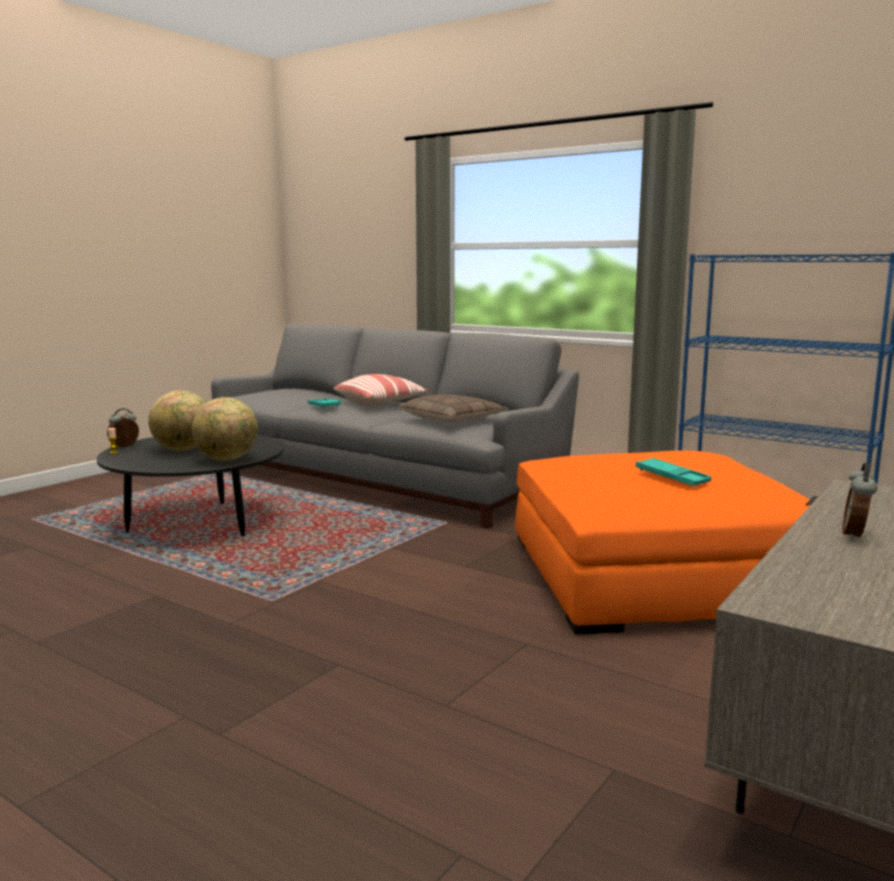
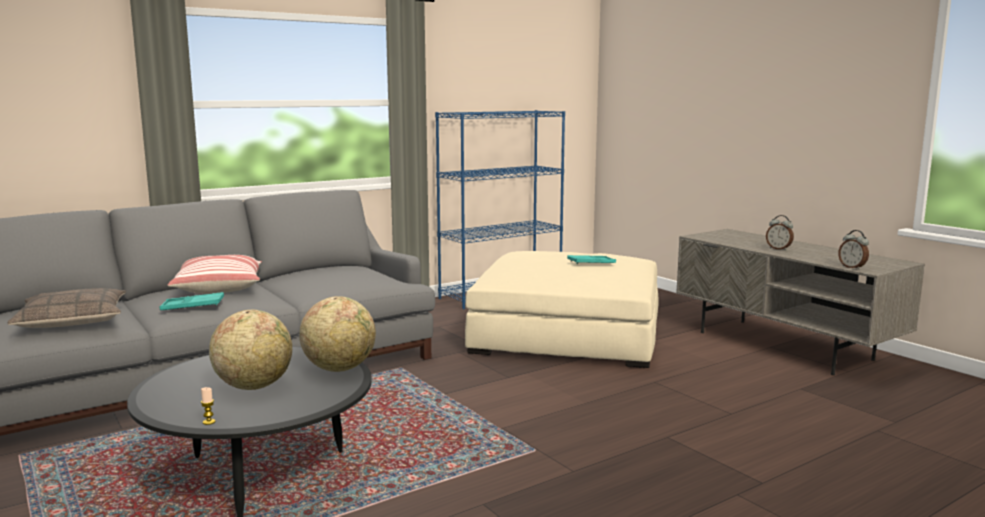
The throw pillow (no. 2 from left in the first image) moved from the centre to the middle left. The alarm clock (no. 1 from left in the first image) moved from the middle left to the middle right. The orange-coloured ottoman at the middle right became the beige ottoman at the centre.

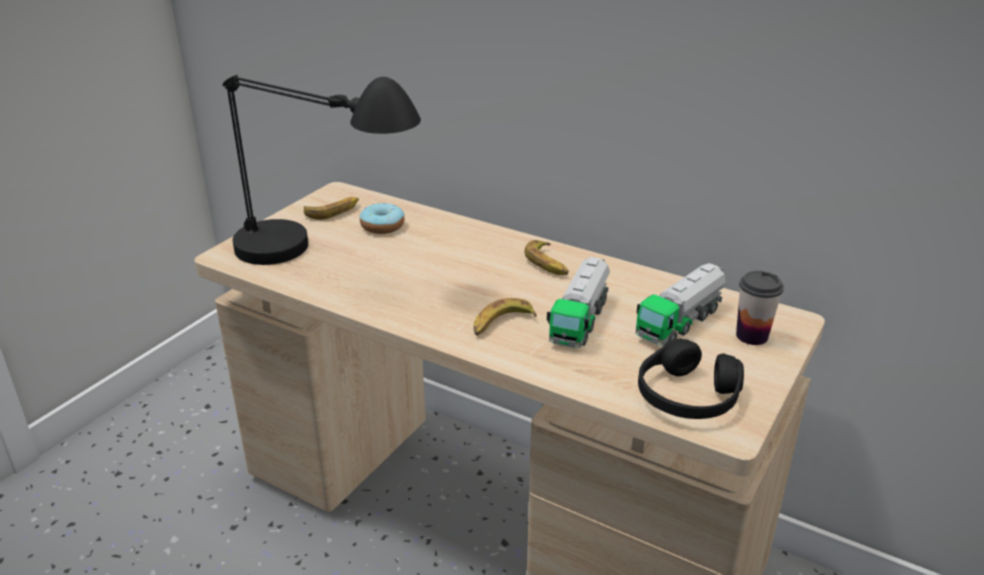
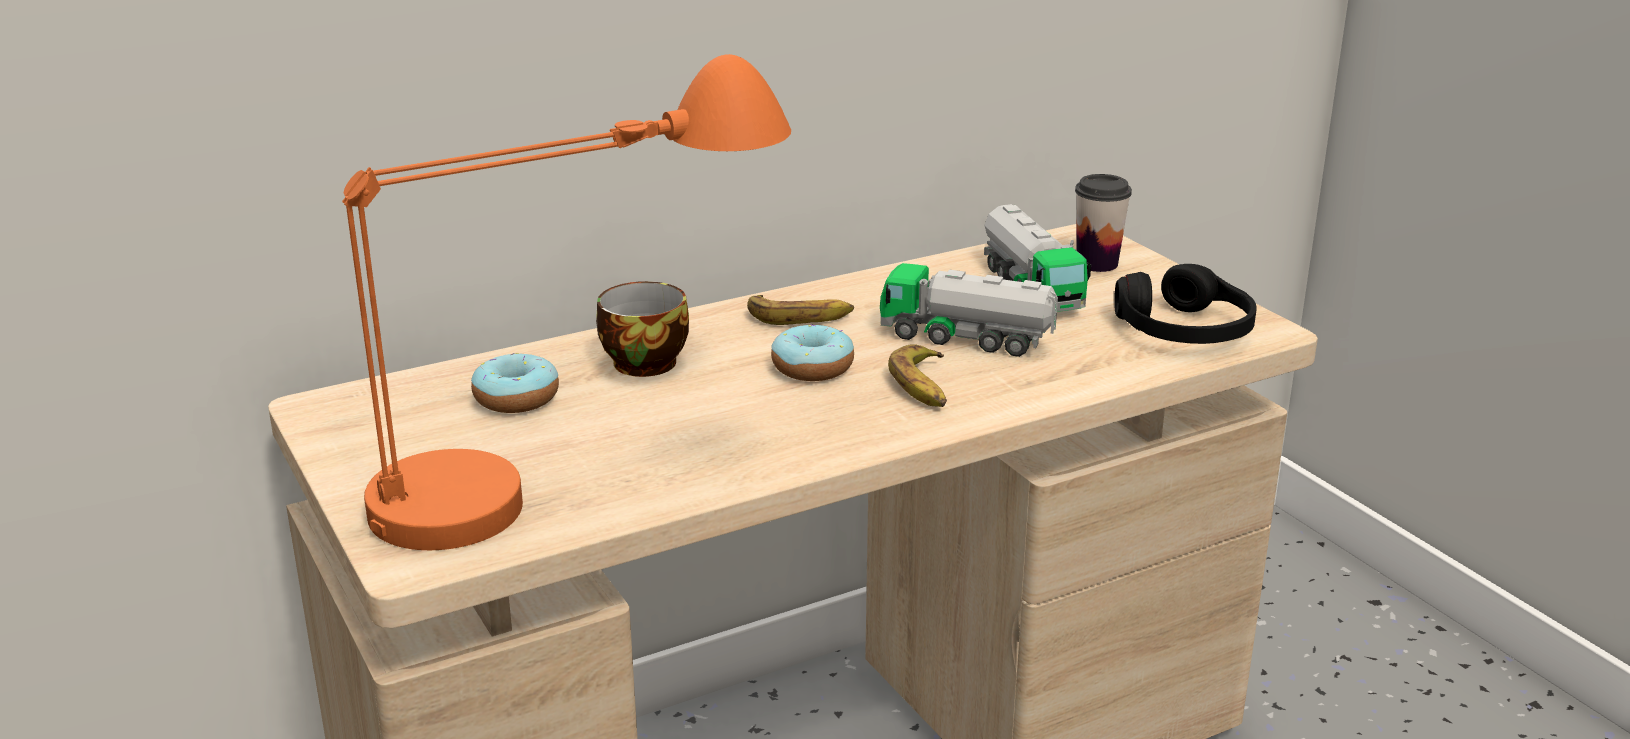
The black tabletop lamp at the top left became the orange-coloured tabletop lamp at the centre. The whole banana (no. 1 from left) at the centre disappeared. The model truck (no. 1 from left) at the centre turned 150 degrees clockwise. The cup (no. 1 from left) at the centre appeared. The ring doughnut (no. 2 from left) at the centre appeared.

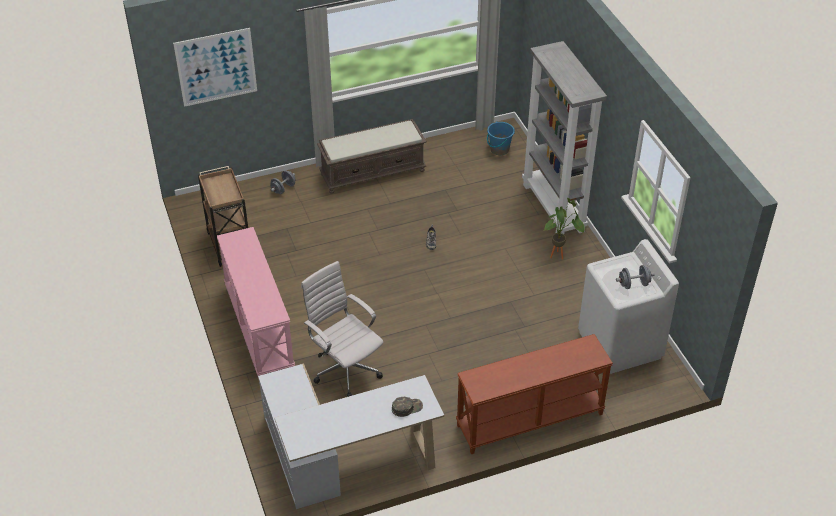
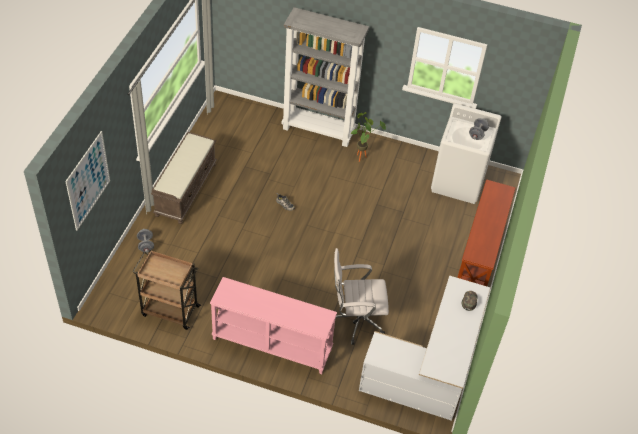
The bluish water bucket at the top centre disappeared.

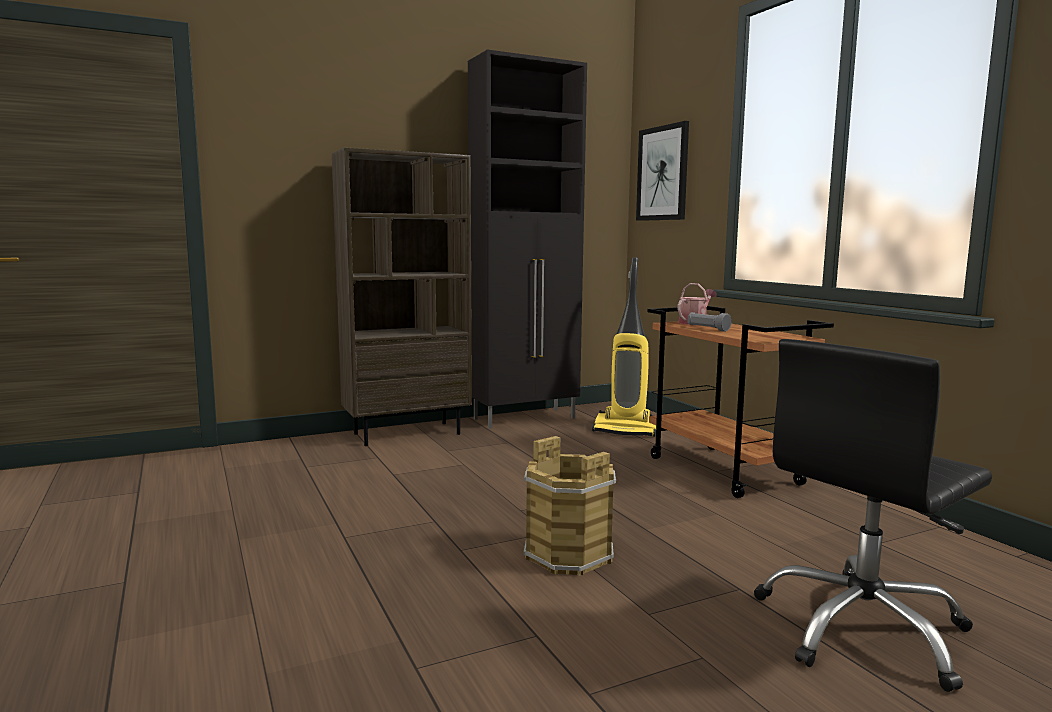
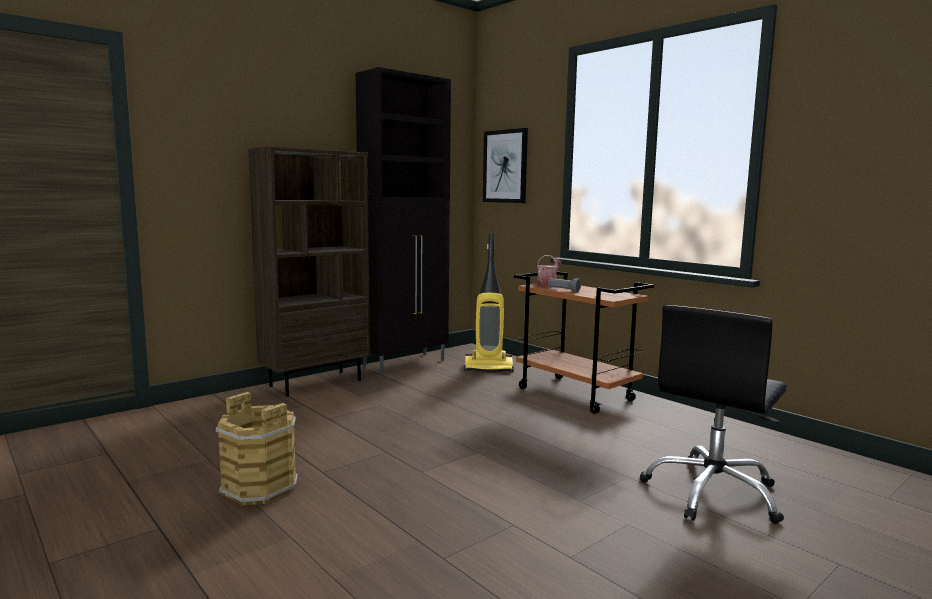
The brown water bucket moved from the bottom centre to the bottom left.

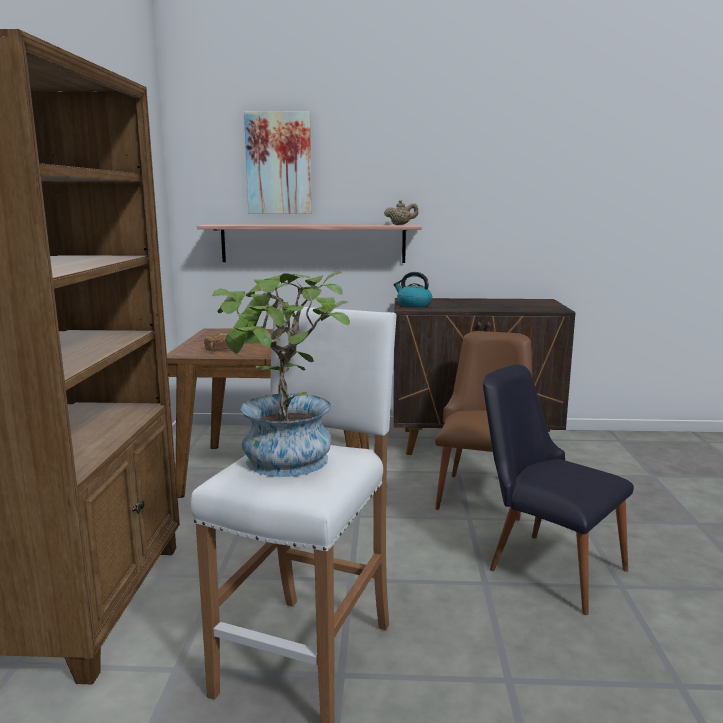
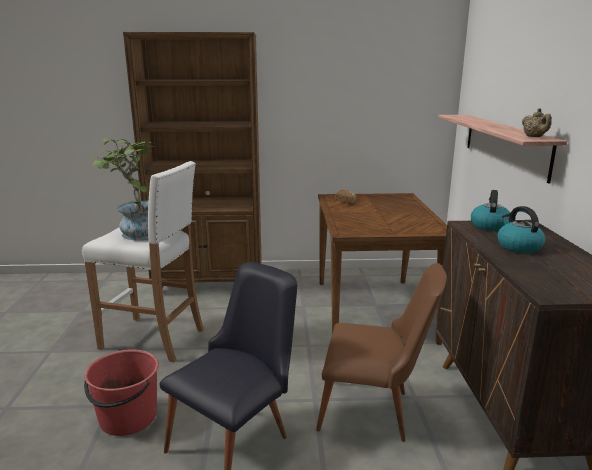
The picture at the top centre disappeared. The kettle (no. 2 from left) at the middle right appeared. The red water bucket at the bottom left appeared.

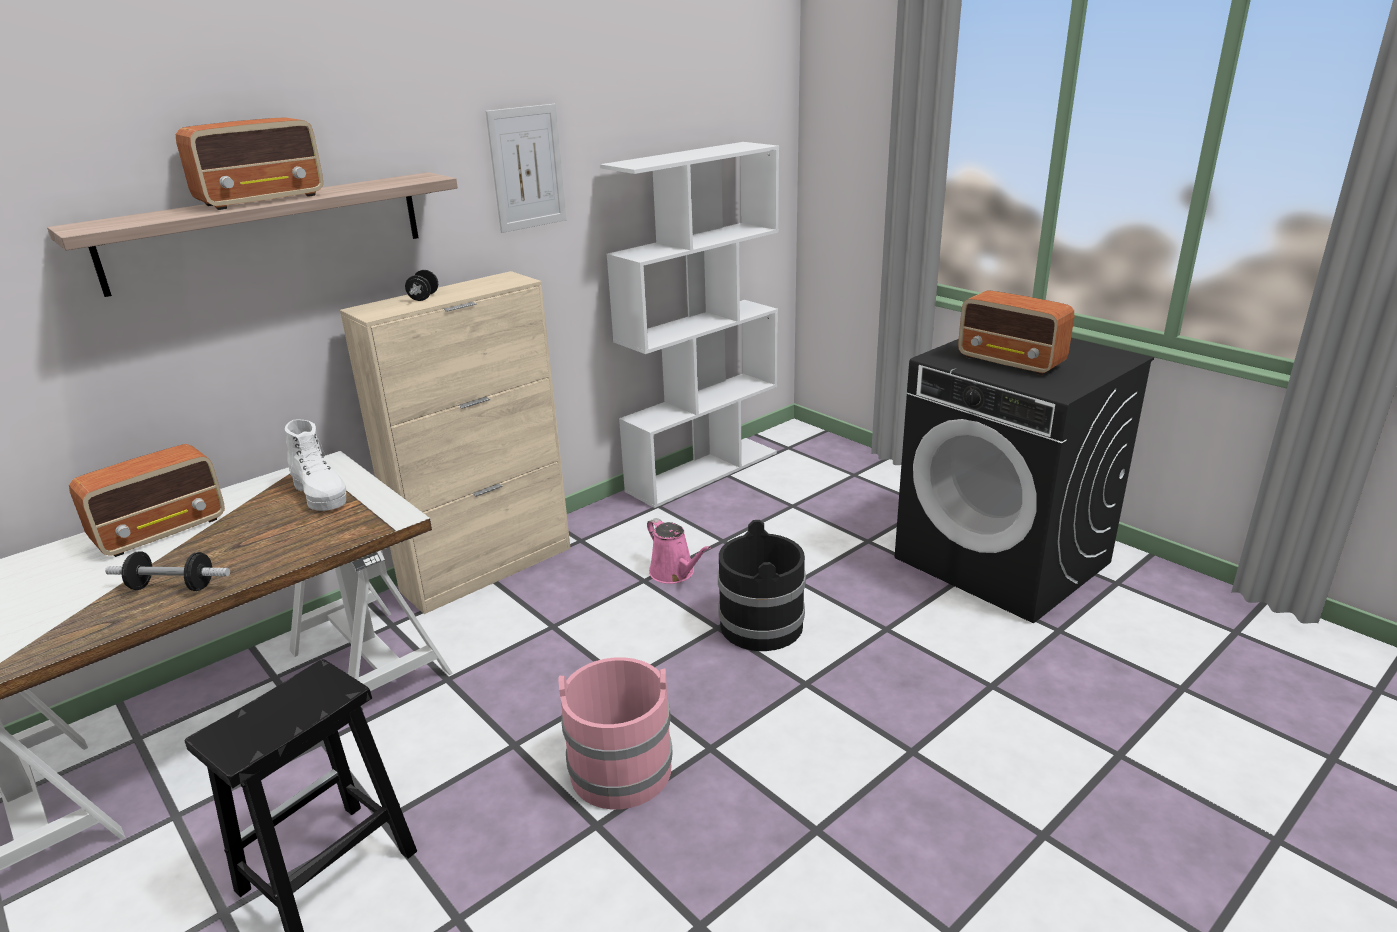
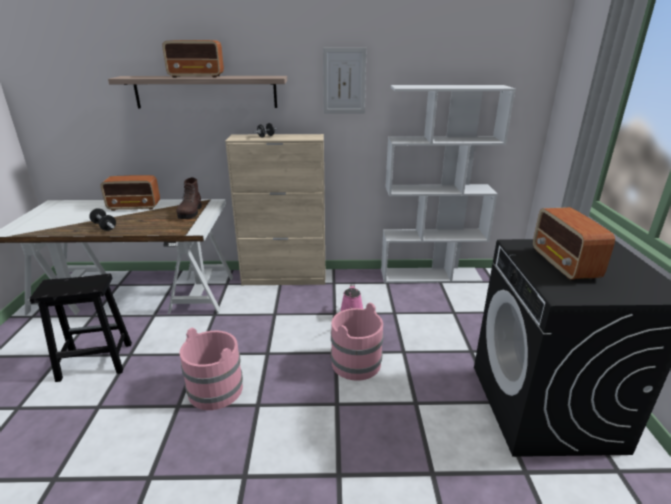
The white high-top boot at the middle left became the brown high-top boot at the middle left. The black water bucket at the centre became the pink-coloured water bucket (no. 2 from left) at the bottom centre.

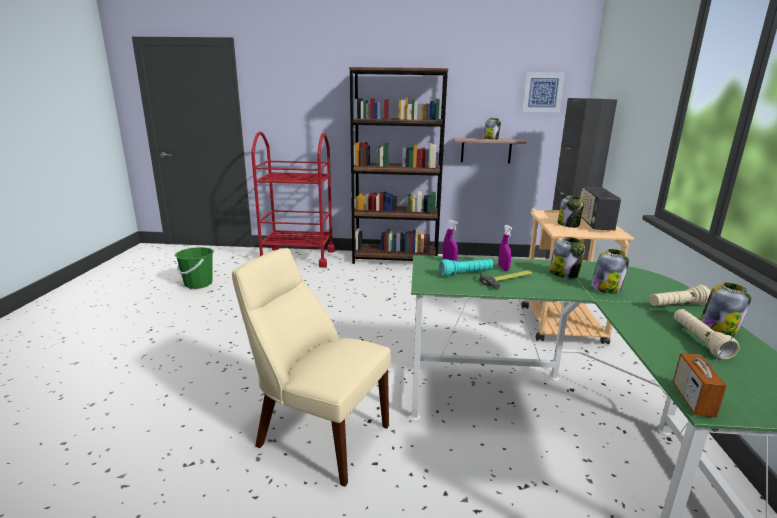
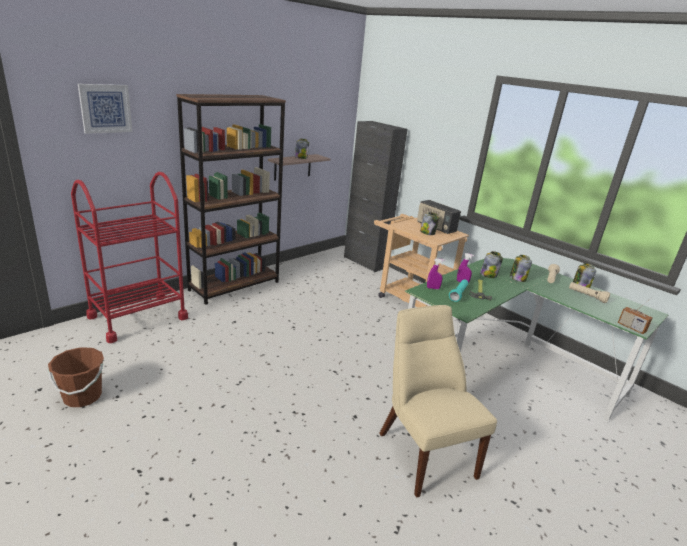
The picture moved from the top right to the top left. The greenish water bucket at the middle left became the brown water bucket at the bottom left. The beige chair at the bottom centre turned 90 degrees clockwise.

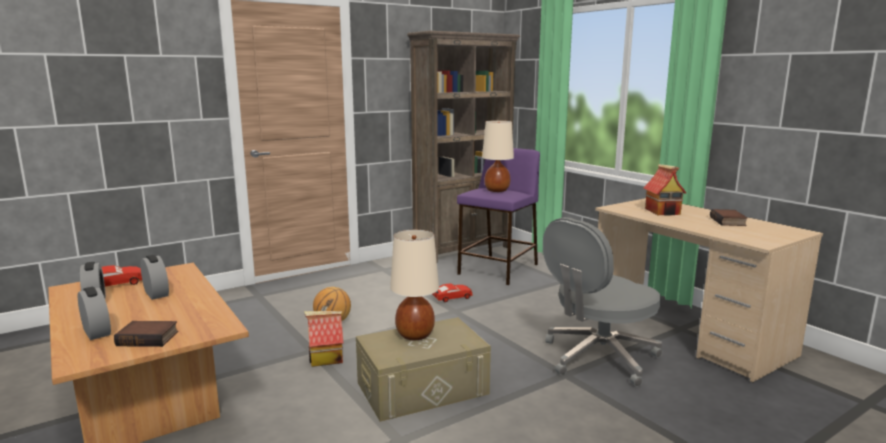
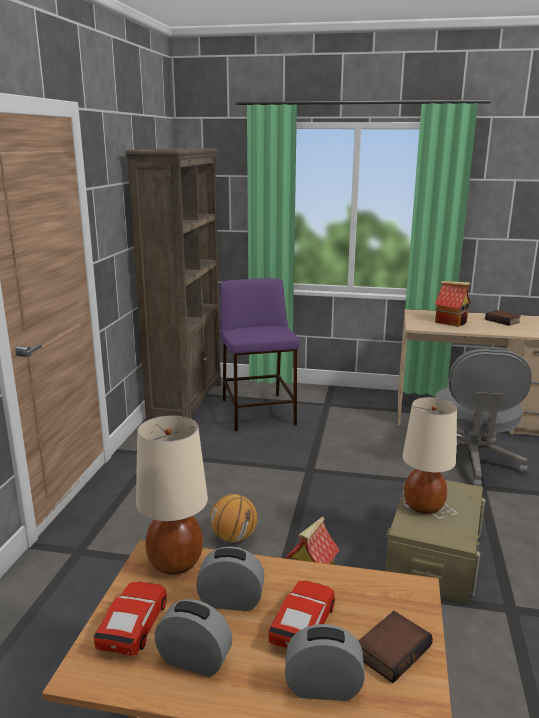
The beige tabletop lamp (no. 2 from left in the first image) moved from the centre to the bottom left. The red model car (no. 2 from left) moved from the centre to the bottom centre.

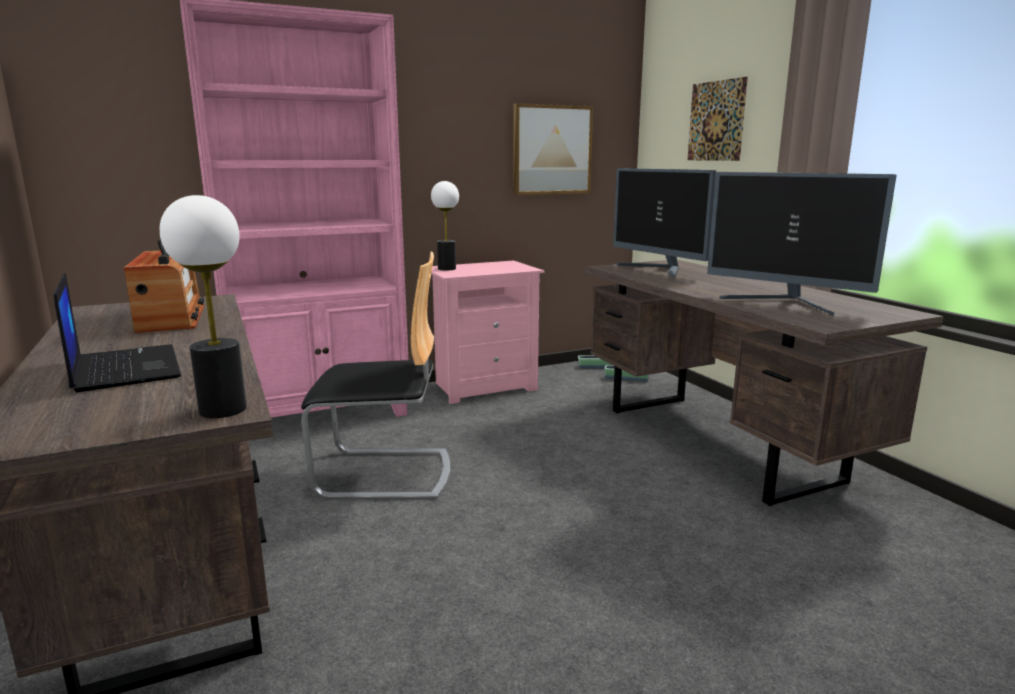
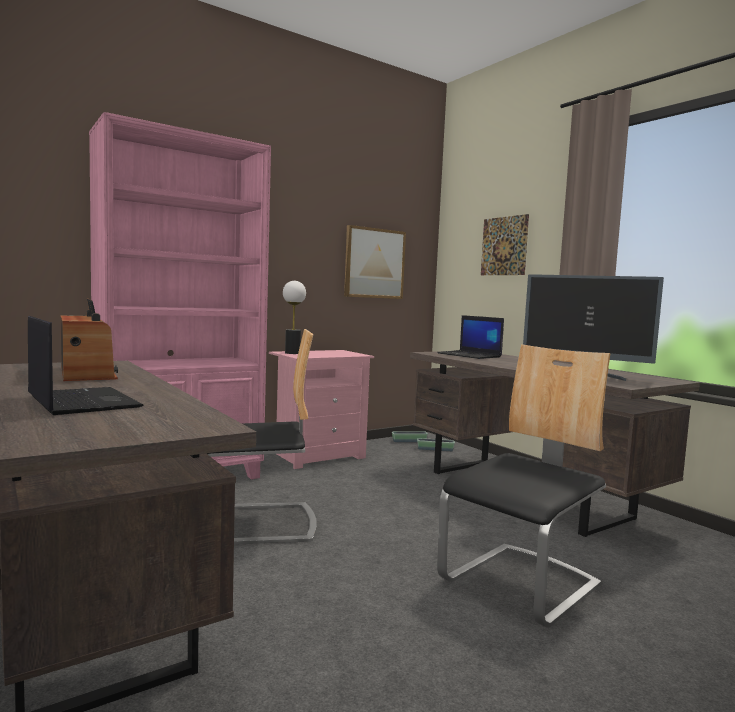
The computer screen (no. 1 from left) at the top centre was replaced by the laptop (no. 2 from left) at the centre. The tabletop lamp (no. 1 from left) at the middle left disappeared. The chair (no. 2 from left) at the bottom right appeared.

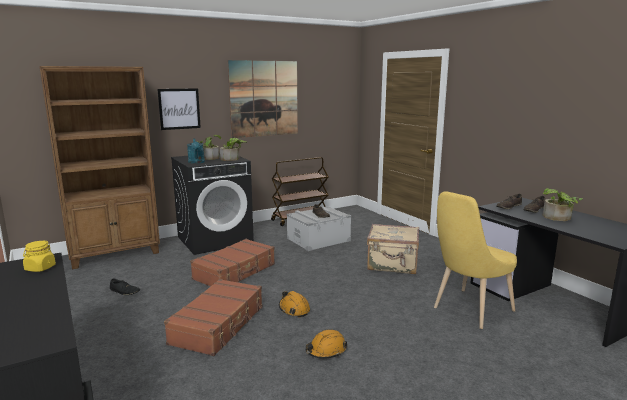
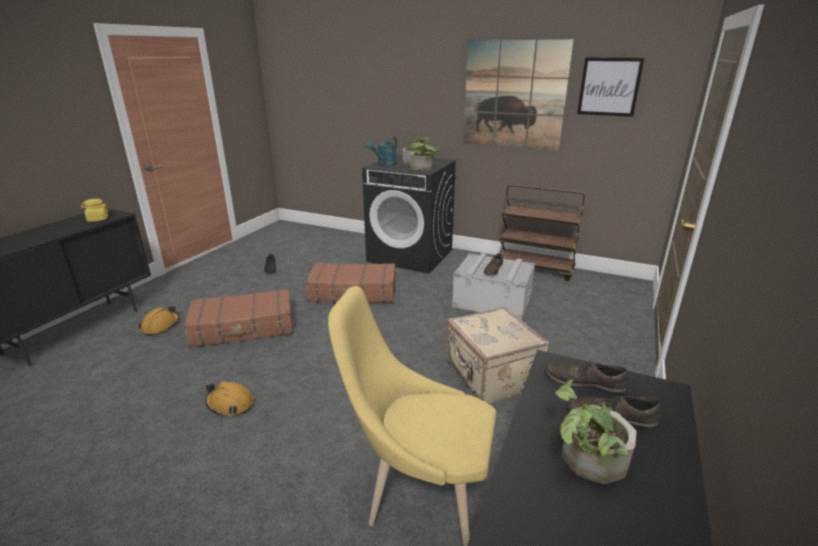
The brown bookcase at the middle left disappeared. The picture (no. 1 from left in the first image) moved from the top left to the top right. The orange-coloured work helmet (no. 1 from left) moved from the bottom centre to the middle left.

